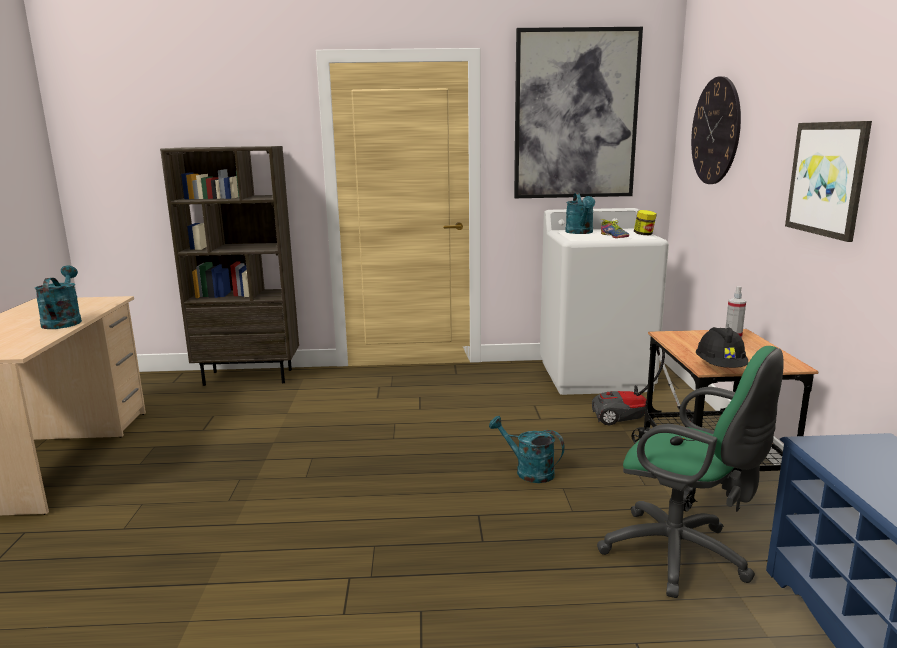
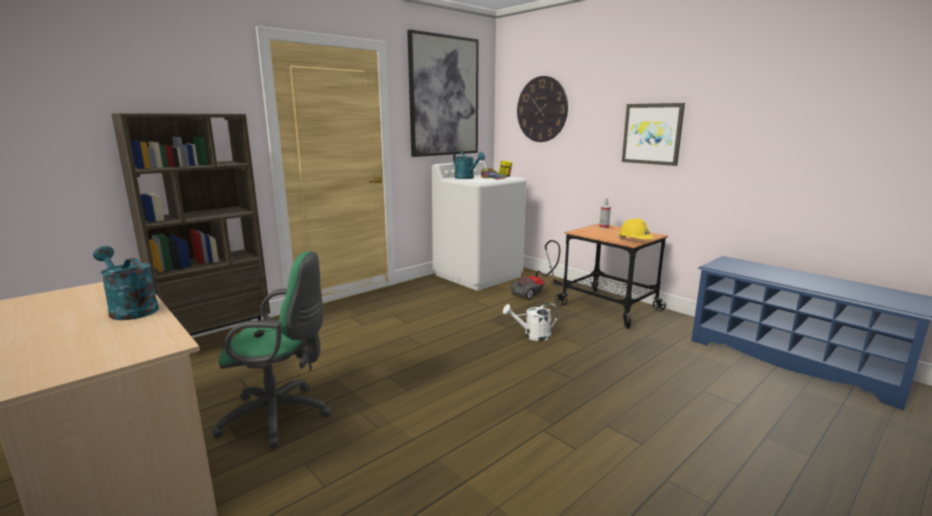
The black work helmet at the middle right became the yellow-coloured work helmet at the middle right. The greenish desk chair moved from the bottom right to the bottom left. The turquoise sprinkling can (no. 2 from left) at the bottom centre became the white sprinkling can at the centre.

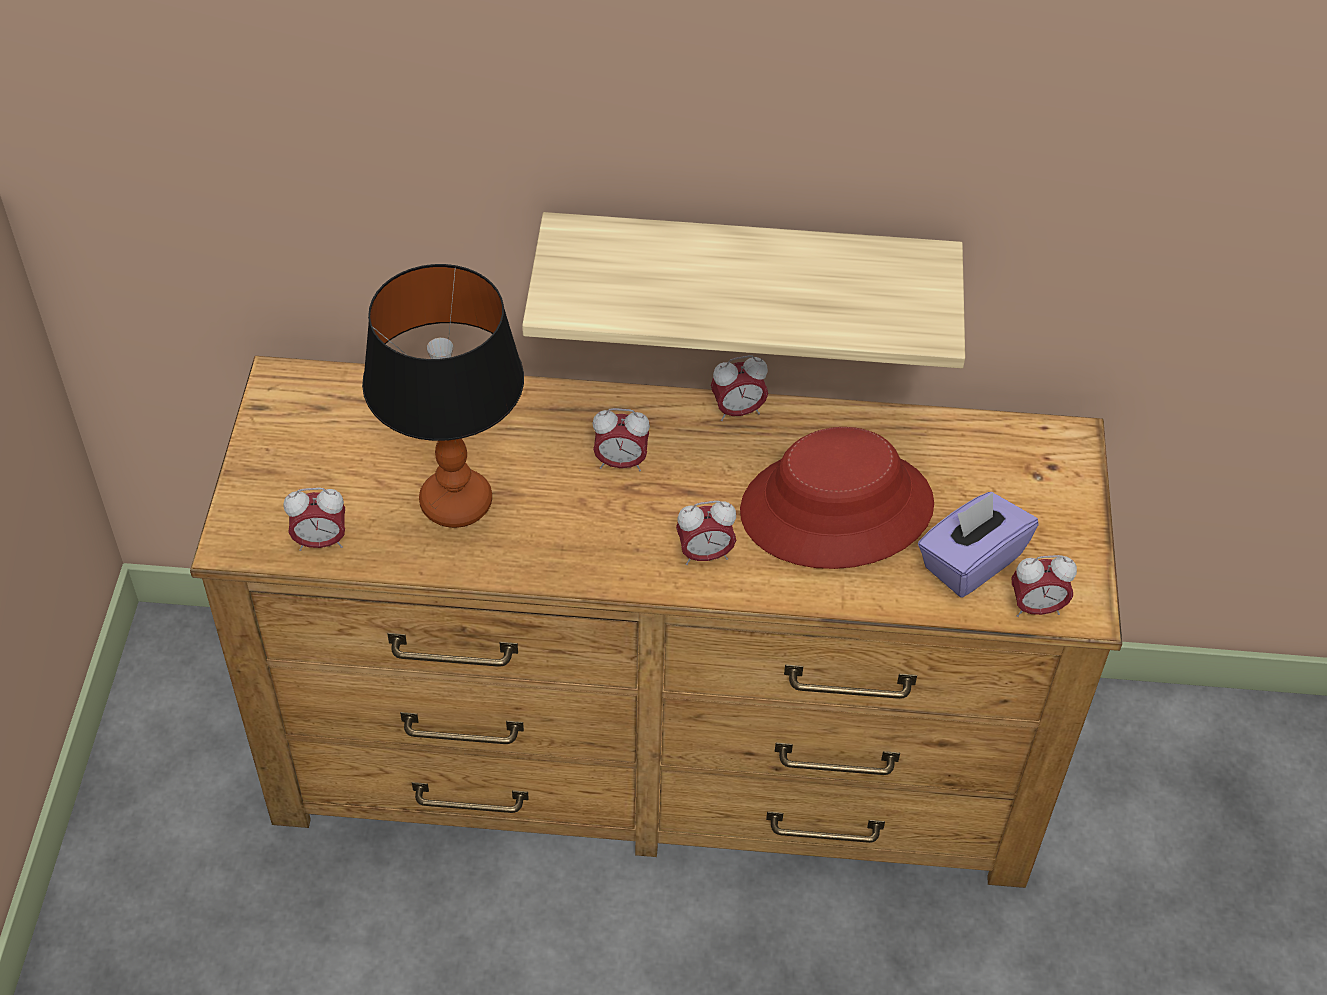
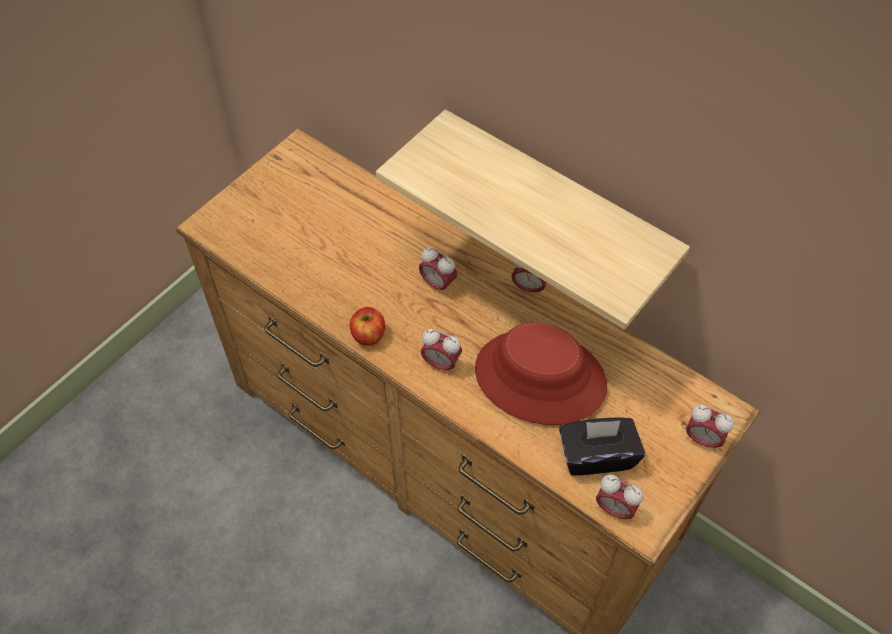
The tabletop lamp at the centre disappeared. The alarm clock (no. 1 from left in the first image) moved from the middle left to the bottom right. The purple tissue box at the middle right became the black tissue box at the bottom right. The whole apple at the centre appeared.

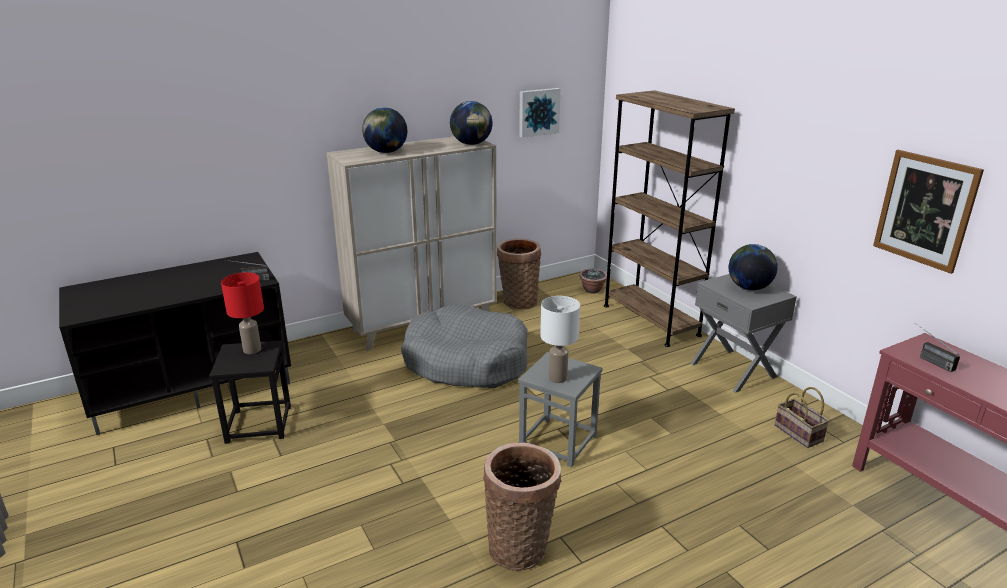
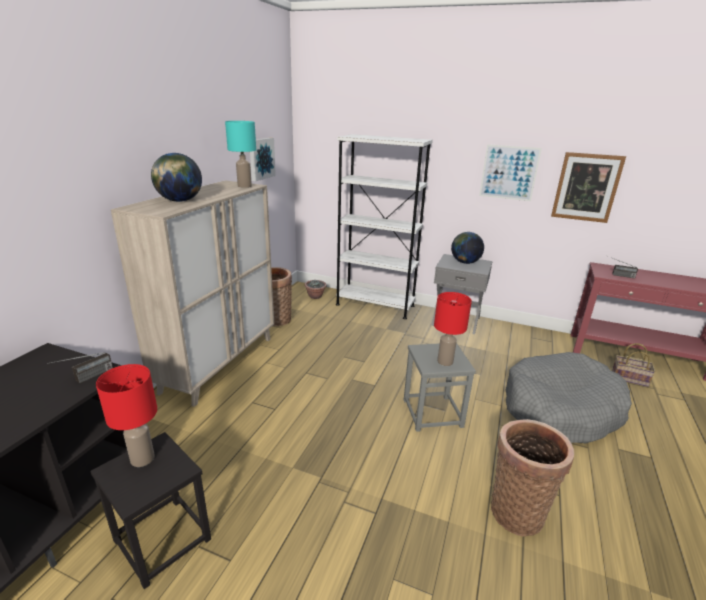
The brown bookcase at the centre became the white bookcase at the centre. The globe (no. 2 from left) at the top centre was replaced by the turquoise tabletop lamp at the top centre. The white tabletop lamp at the centre became the red tabletop lamp (no. 2 from left) at the centre. The gray dog cushion moved from the centre to the middle right. The storage basket (no. 3 from left) moved from the bottom right to the middle right. The picture (no. 2 from left) at the top right appeared.

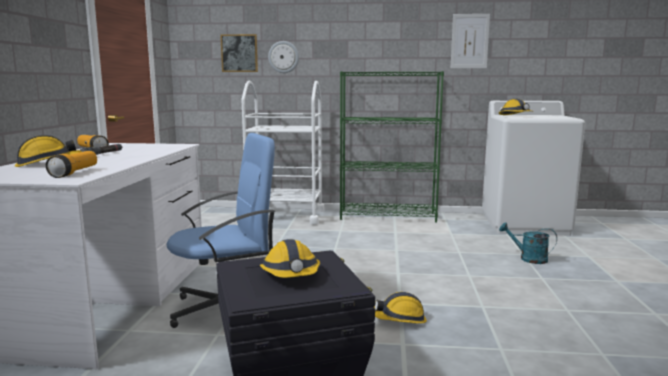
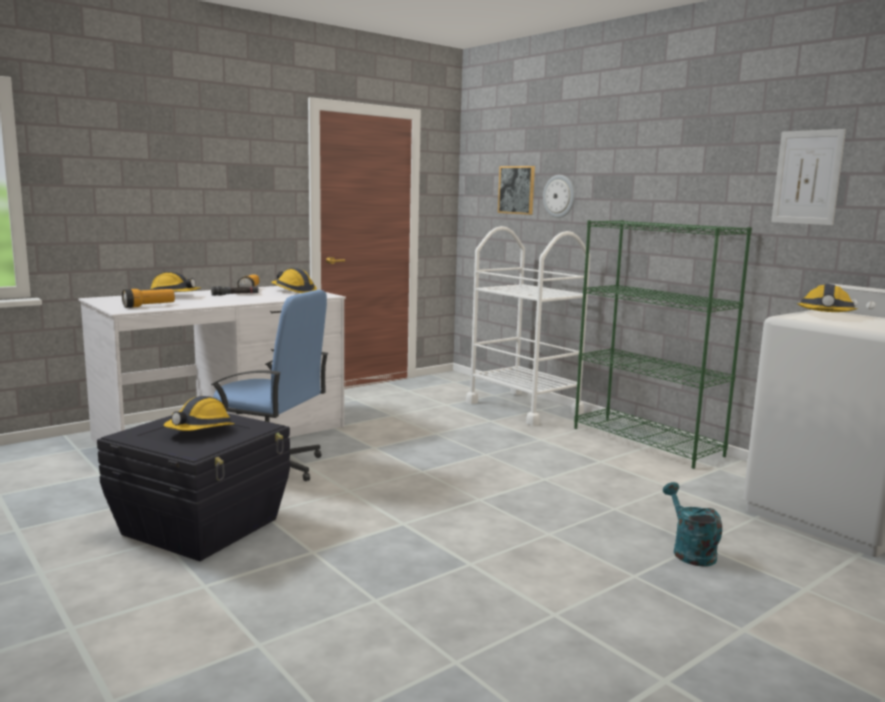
The work helmet (no. 3 from left) moved from the bottom centre to the middle left.

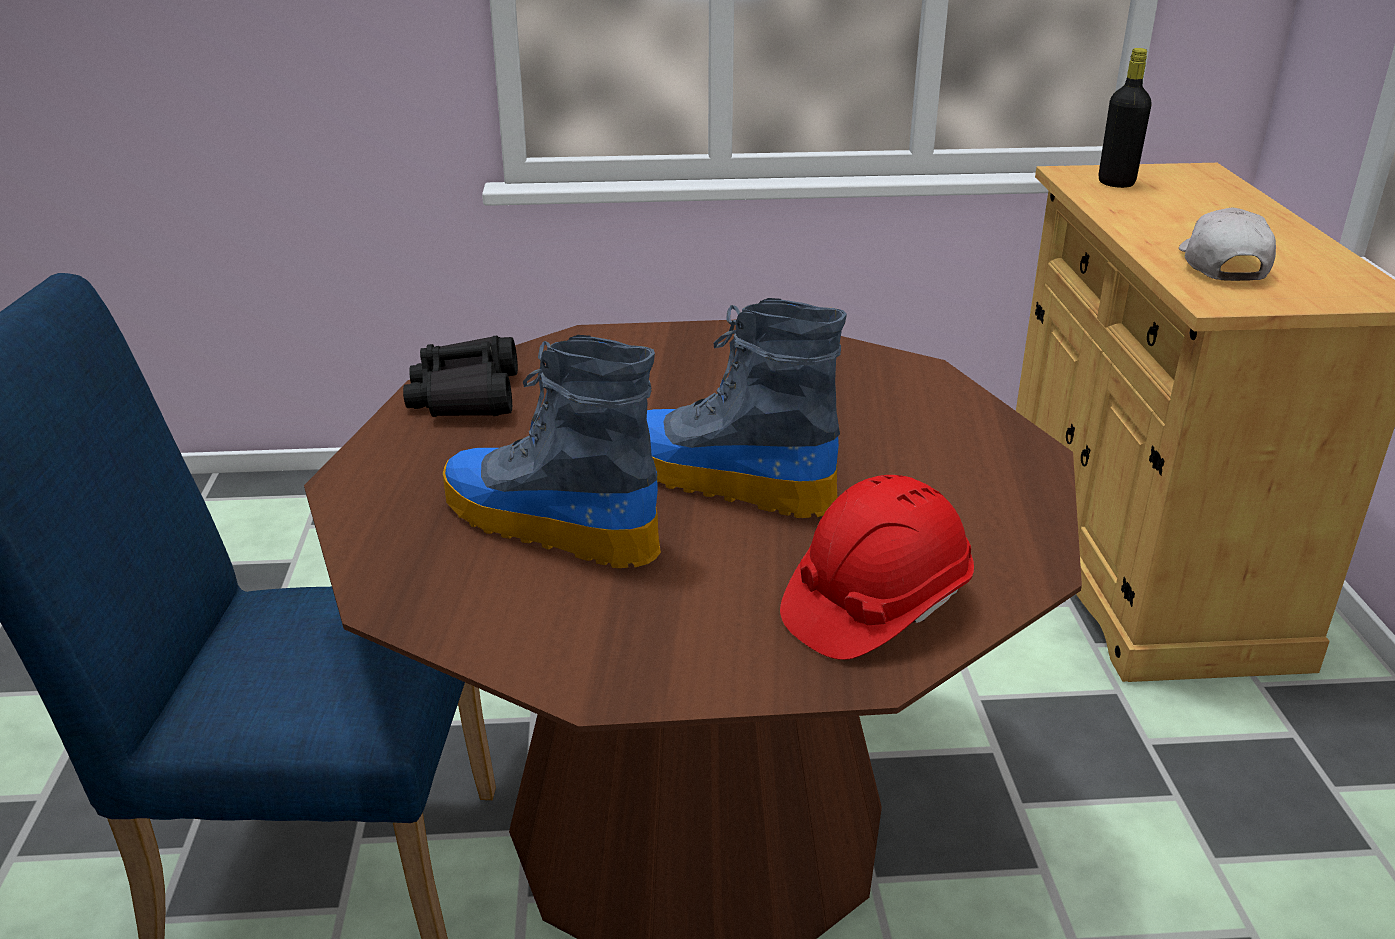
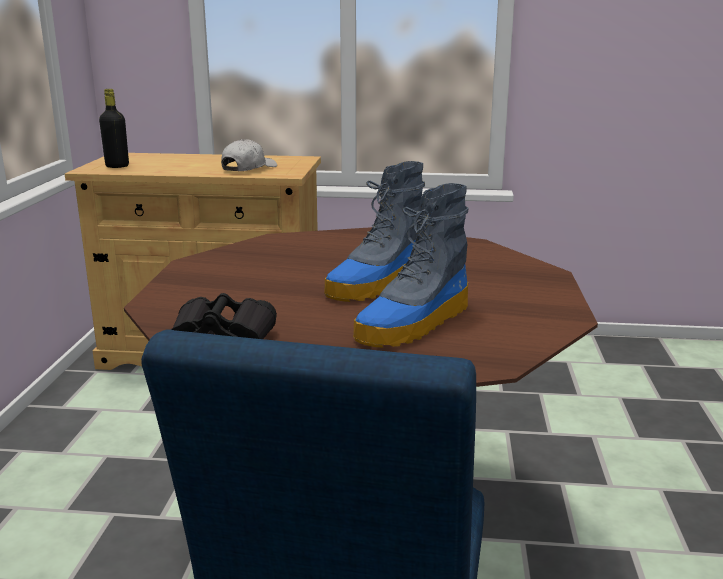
The white peaked cap at the top right turned 105 degrees clockwise. The red work helmet at the centre disappeared.

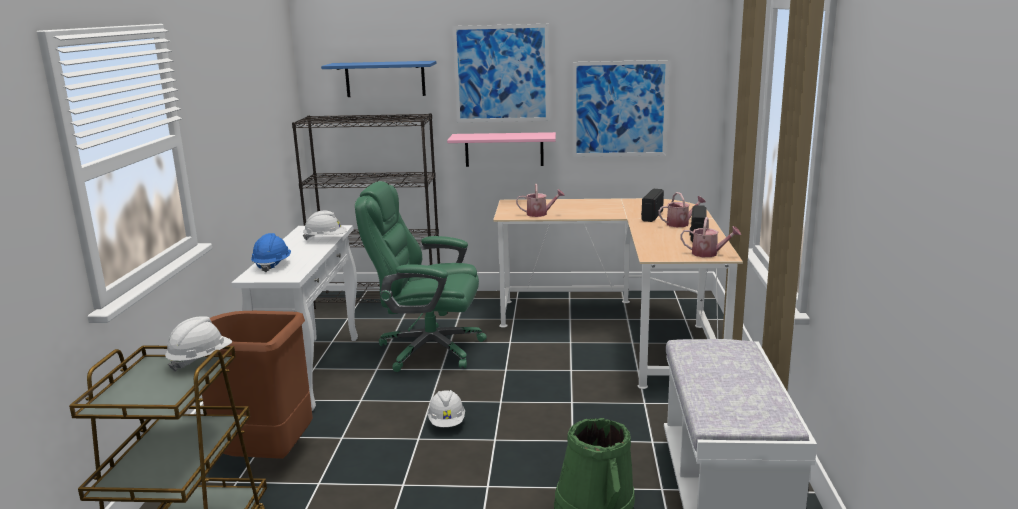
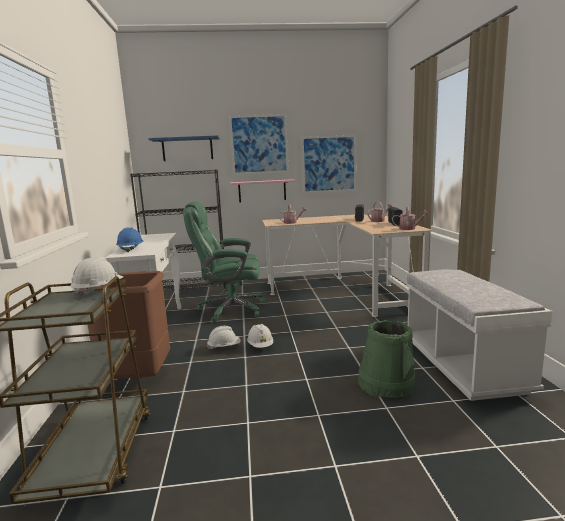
The white work helmet (no. 2 from left) moved from the middle left to the centre.

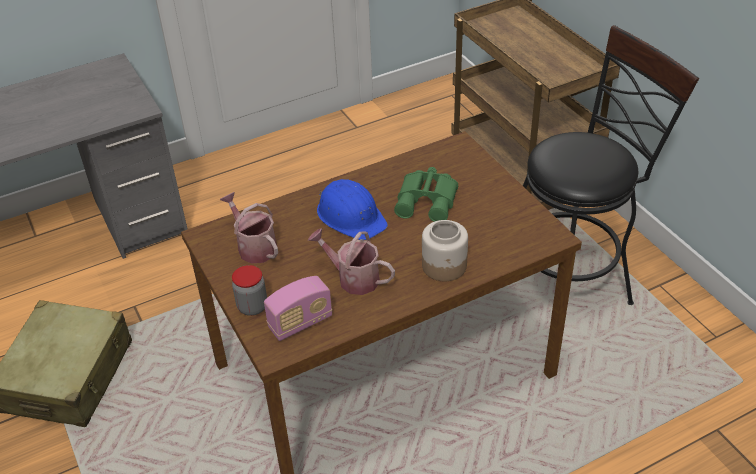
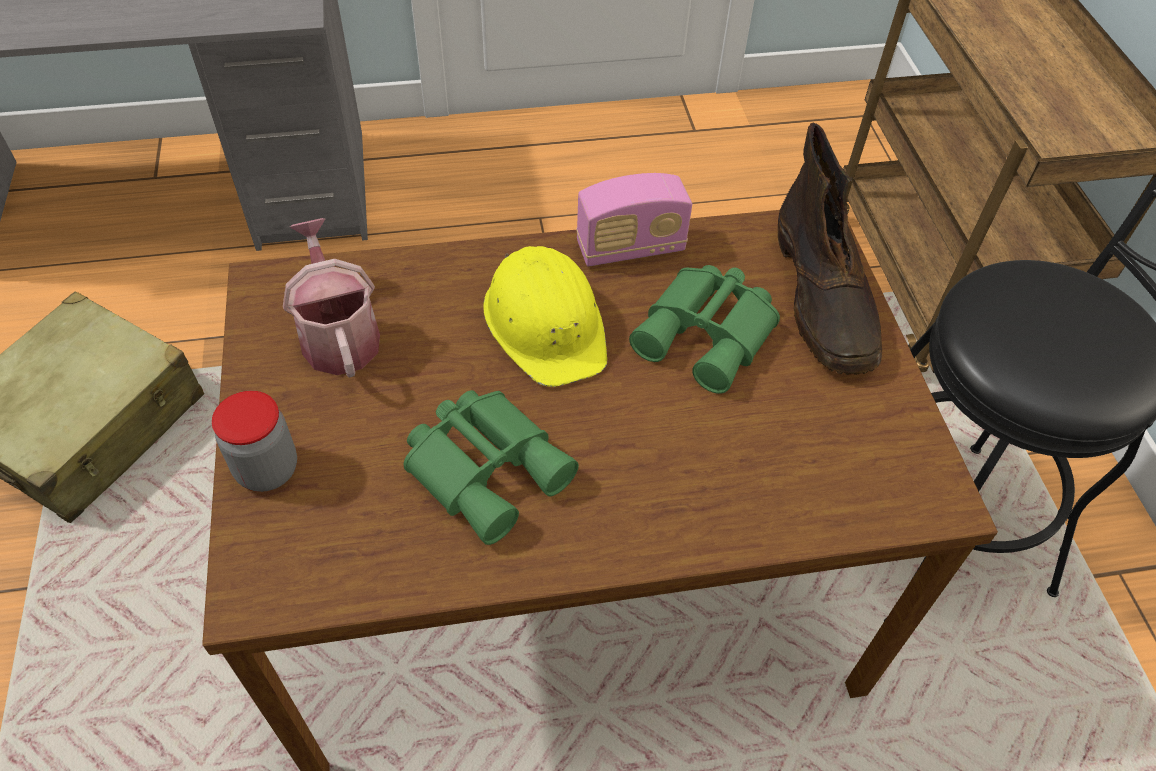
The bluish work helmet at the centre became the yellow-coloured work helmet at the centre. The storage jar (no. 2 from left) at the centre disappeared. The sprinkling can (no. 2 from left) at the centre was replaced by the greenish pair of binoculars (no. 1 from left) at the centre. The radio moved from the centre to the top centre. The brown high-top boot at the top right appeared.

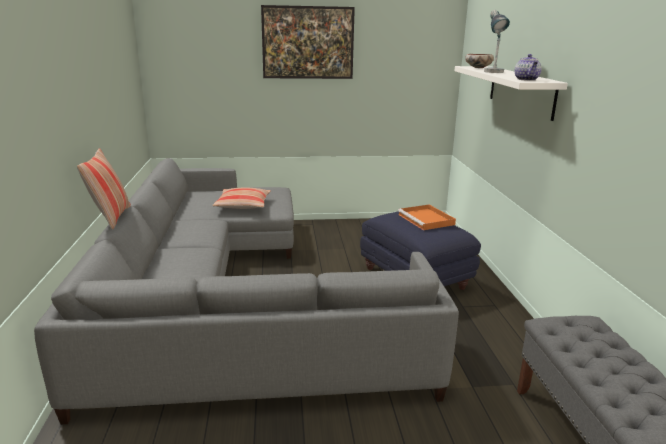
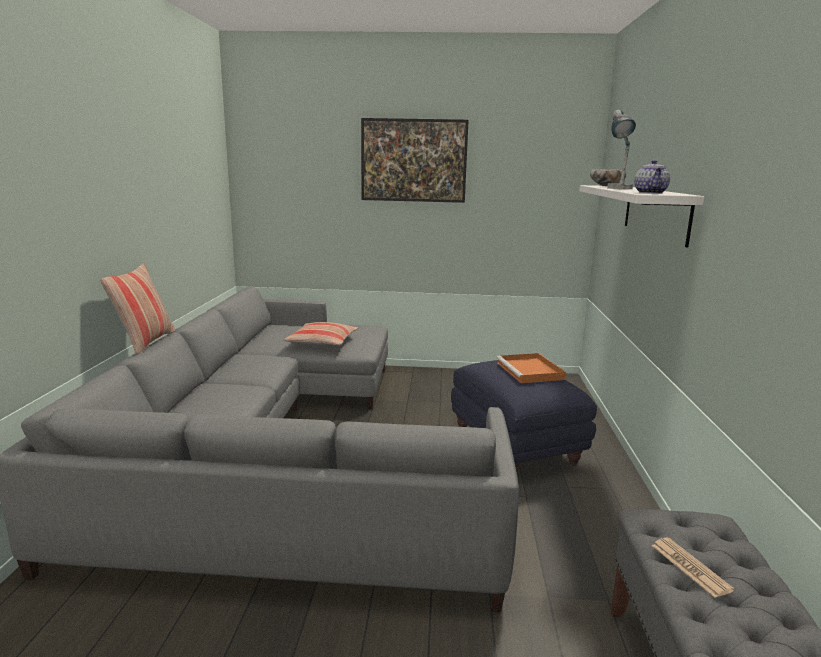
The printed paper at the bottom right appeared.

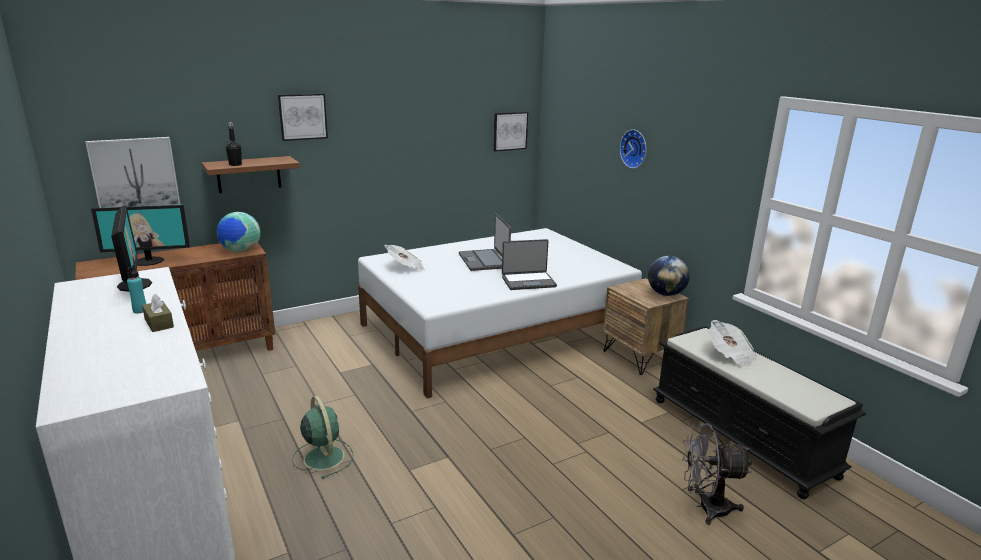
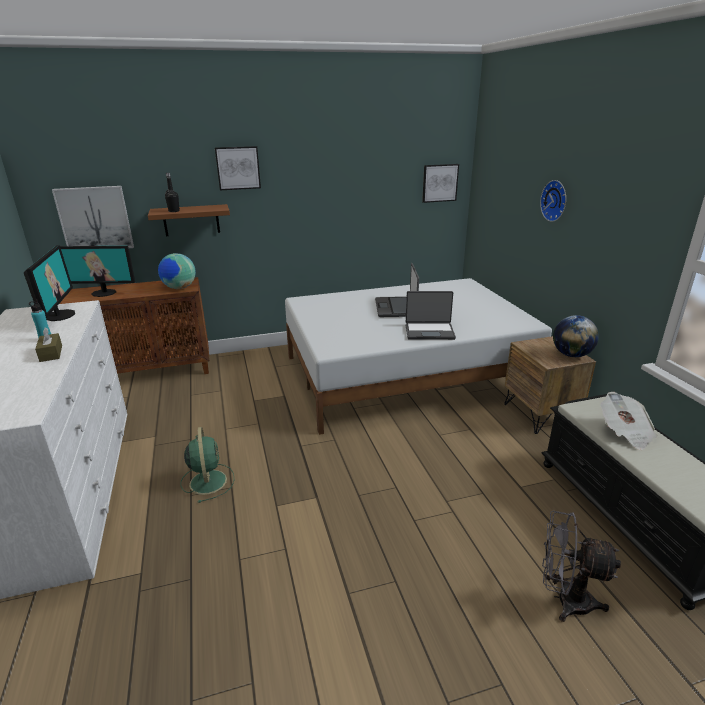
The printed paper (no. 1 from left) at the centre disappeared.

